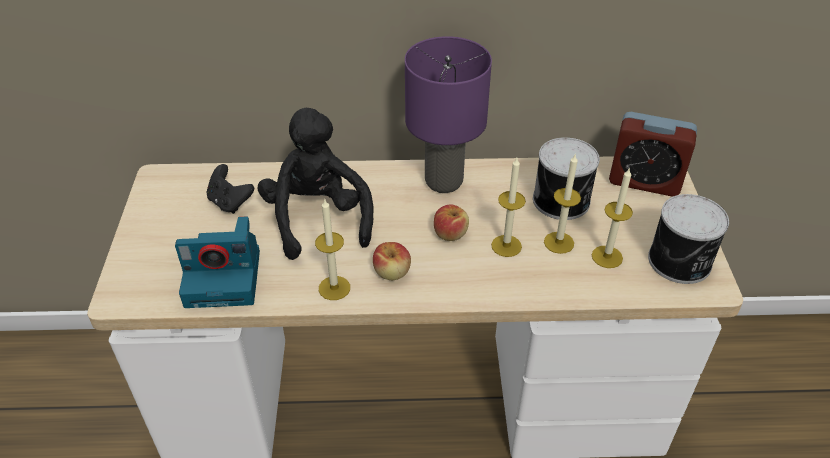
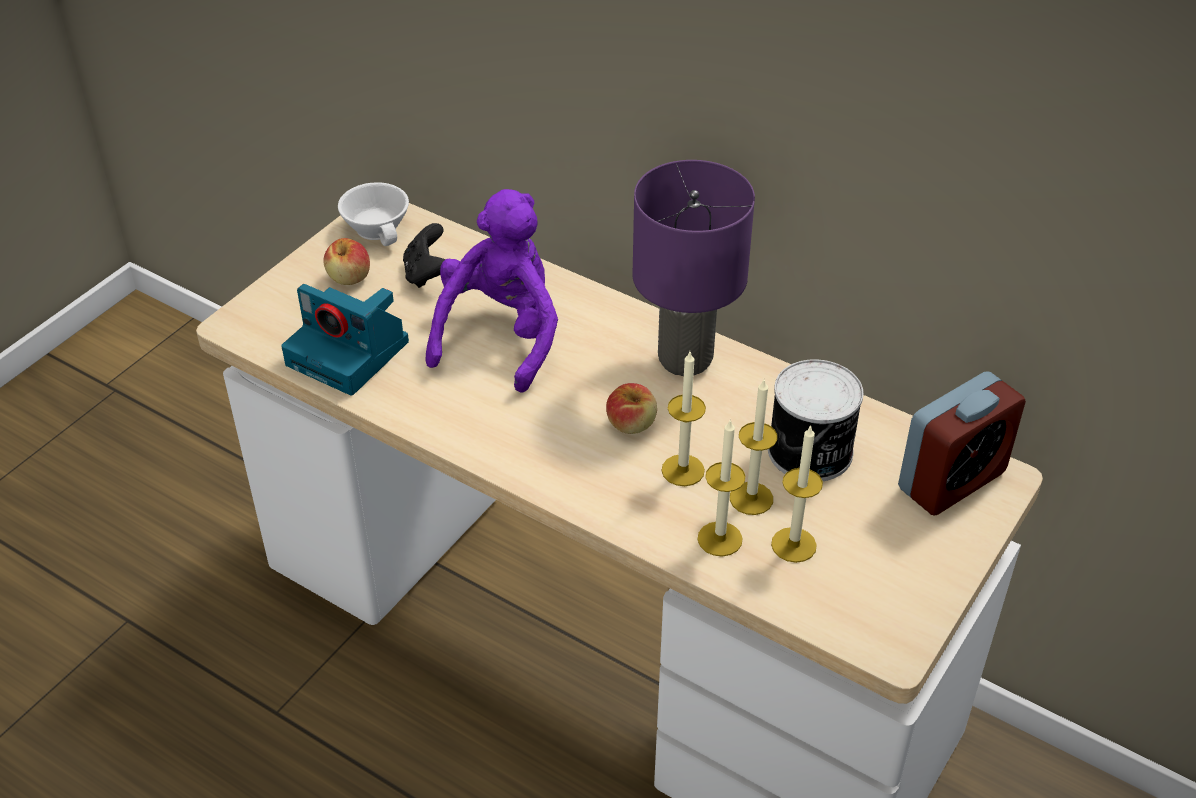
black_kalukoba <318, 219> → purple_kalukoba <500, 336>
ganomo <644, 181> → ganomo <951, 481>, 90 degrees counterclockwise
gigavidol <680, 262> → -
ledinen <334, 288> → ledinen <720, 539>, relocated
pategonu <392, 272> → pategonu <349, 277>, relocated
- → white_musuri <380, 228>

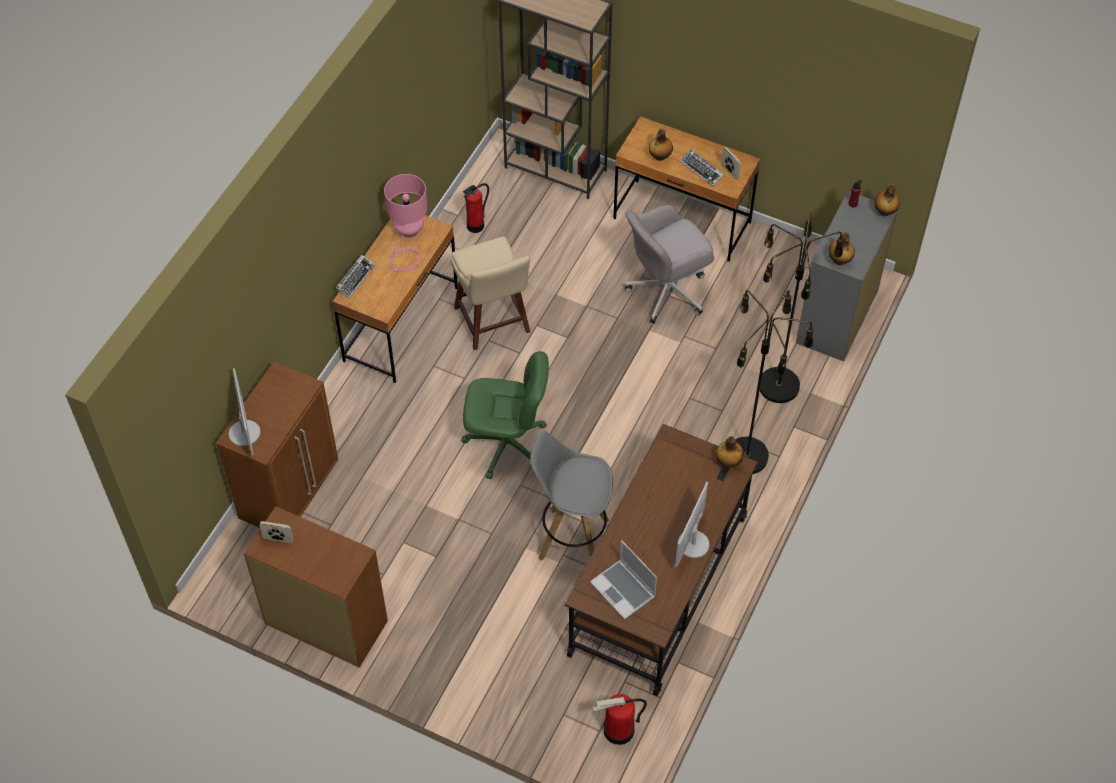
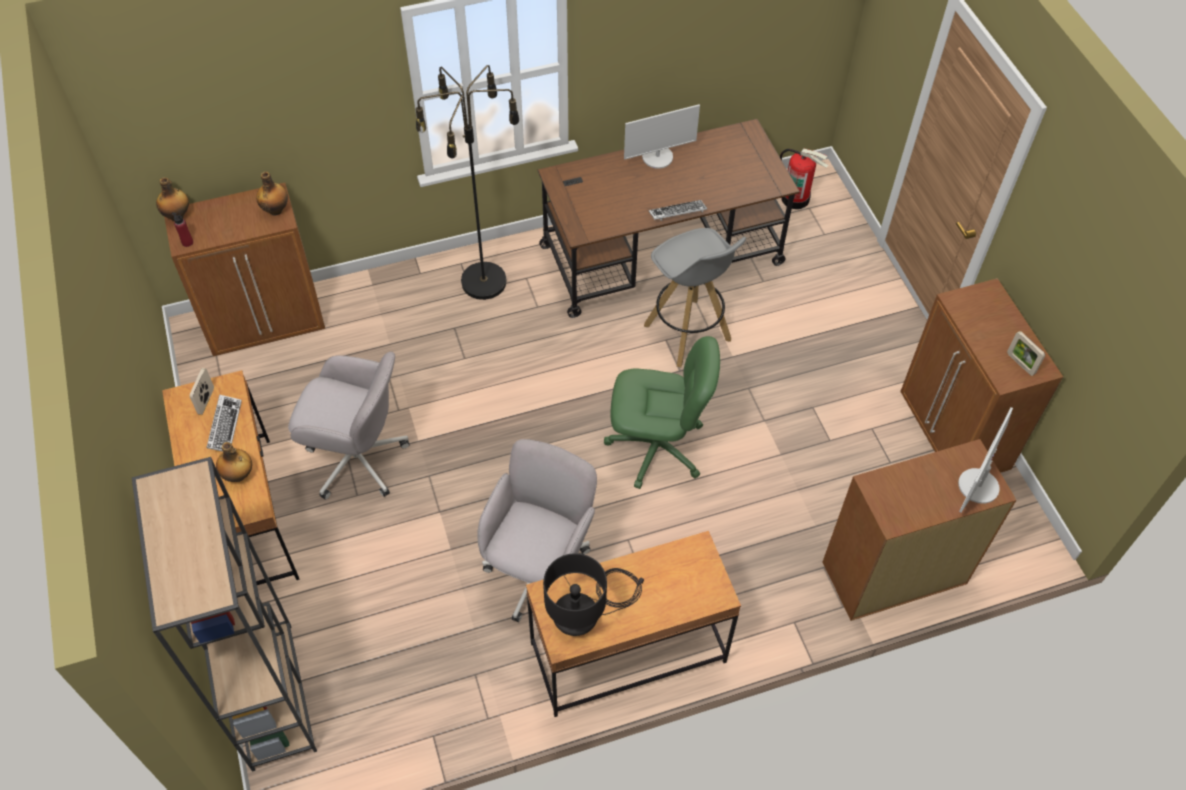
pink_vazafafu <407, 241> → black_vazafafu <592, 608>
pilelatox <475, 226> → -
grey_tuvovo <836, 317> → brown_tuvovo <265, 319>
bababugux <778, 385> → -
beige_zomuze <493, 322> → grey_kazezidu <540, 573>
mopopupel <355, 278> → mopopupel <677, 213>, relocated
green_kazezidu <507, 444> → green_kazezidu <657, 447>, 135 degrees clockwise
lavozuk <728, 462> → -
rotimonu <624, 590> → -

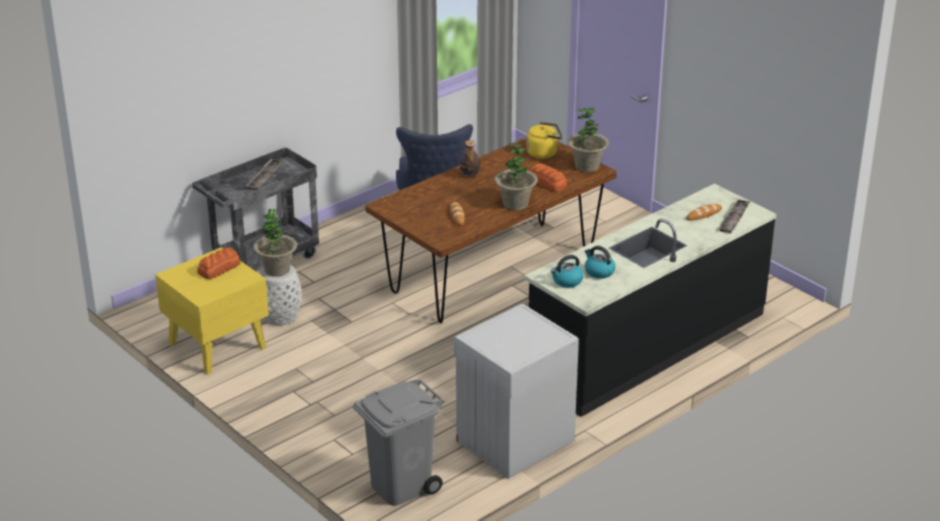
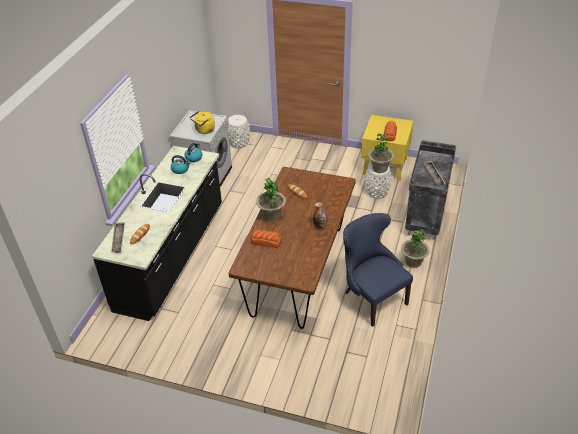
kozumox <587, 166> → kozumox <413, 262>, relocated
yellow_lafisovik <544, 153> → yellow_lafisovik <204, 130>, relocated
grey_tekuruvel <400, 485> → white_zomuze <239, 143>

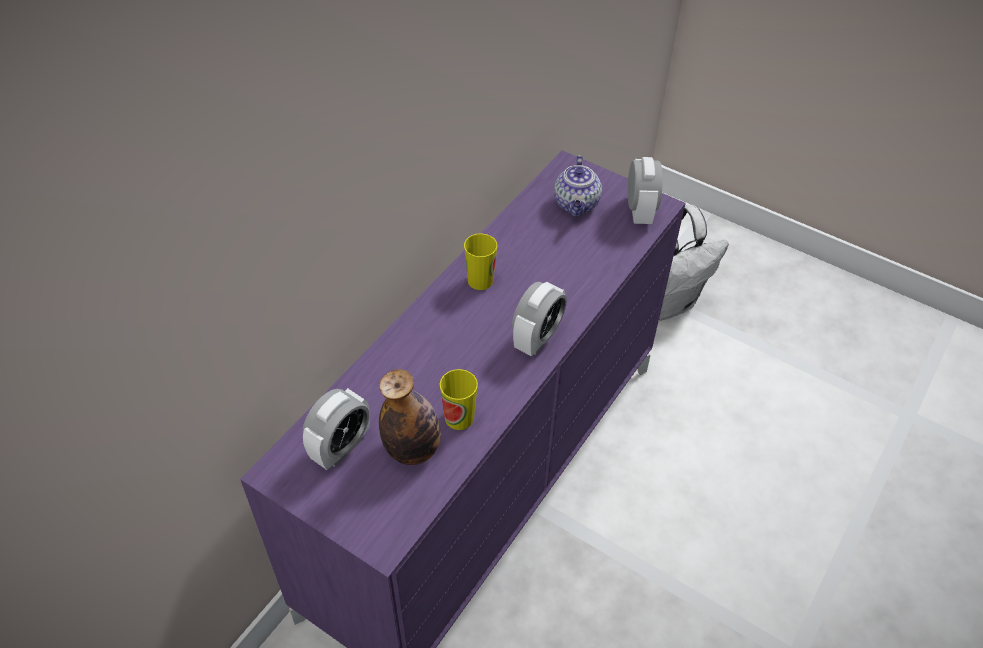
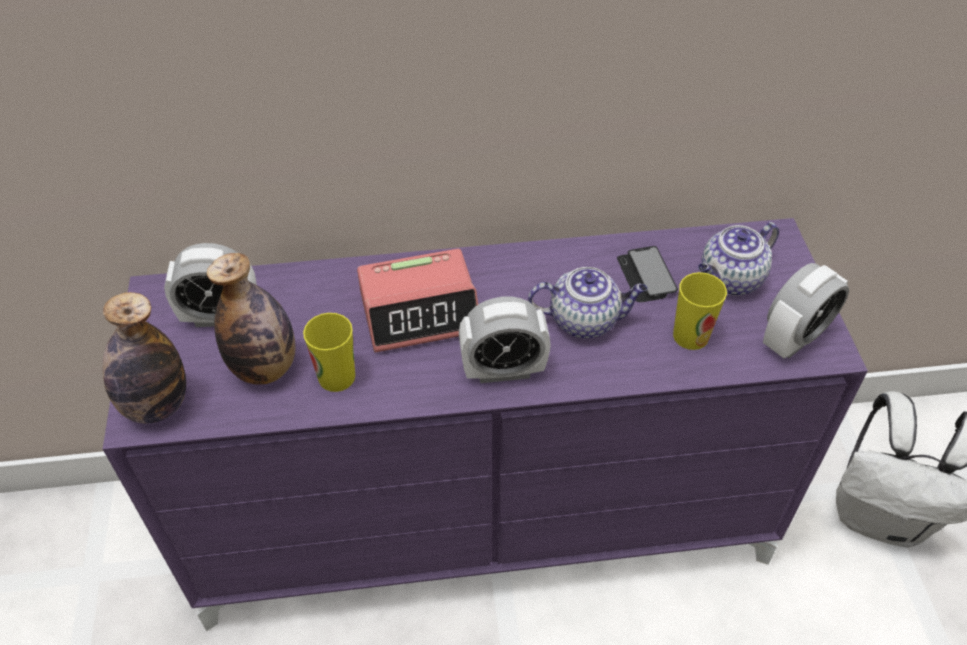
musuri <480, 280> → musuri <690, 336>, relocated
- → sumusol <646, 275>
- → ganomo <420, 311>
- → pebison <585, 320>
- → lavozuk <156, 405>

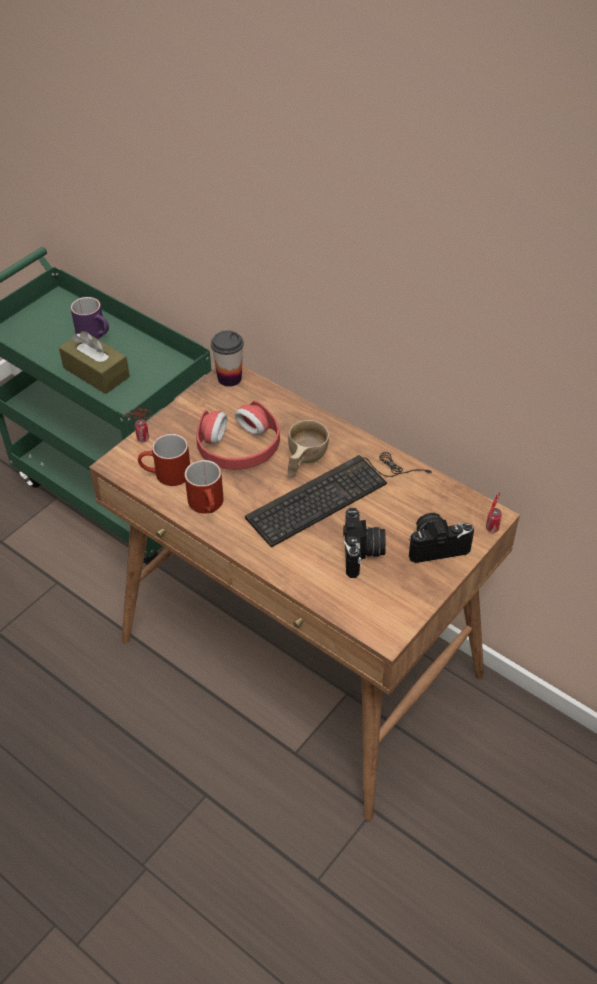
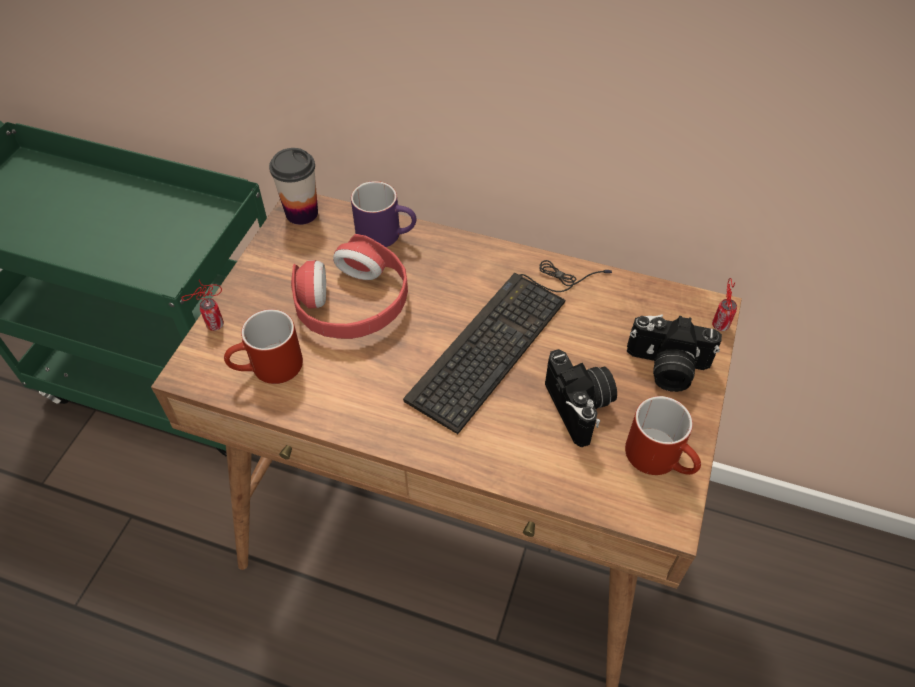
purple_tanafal <95, 333> → purple_tanafal <387, 234>, relocated
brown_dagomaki <96, 372> → -
beige_musuri <303, 461> → -
red_tanafal <209, 505> → red_tanafal <661, 458>, relocated
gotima <436, 545> → gotima <666, 368>, 135 degrees counterclockwise

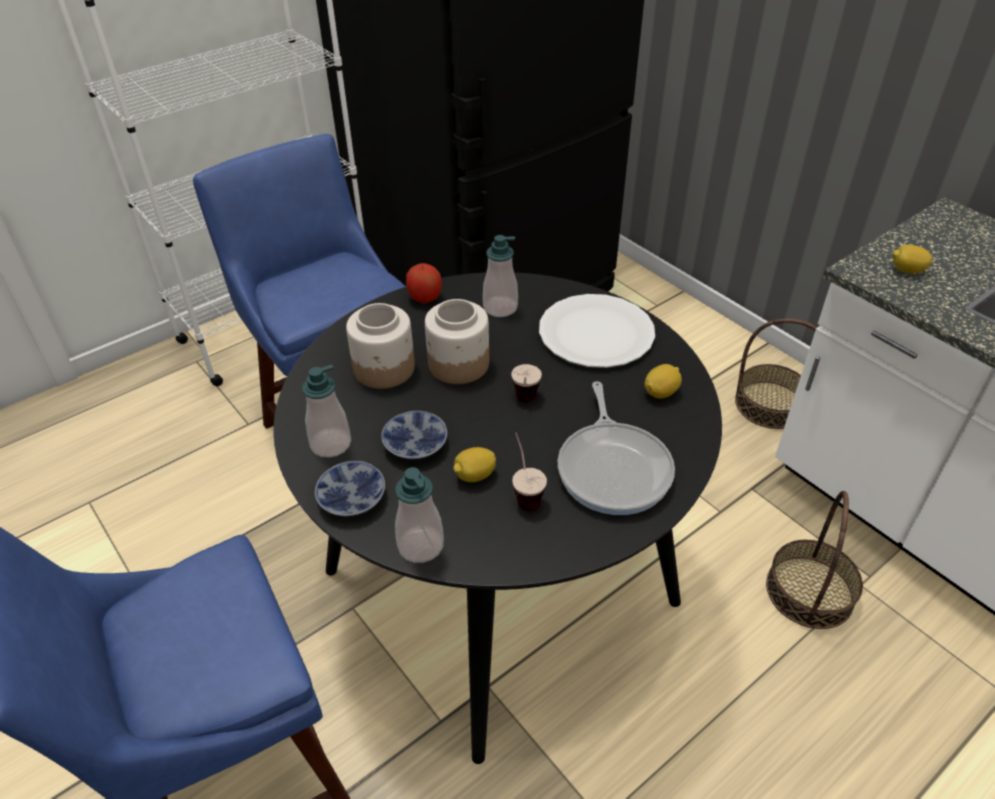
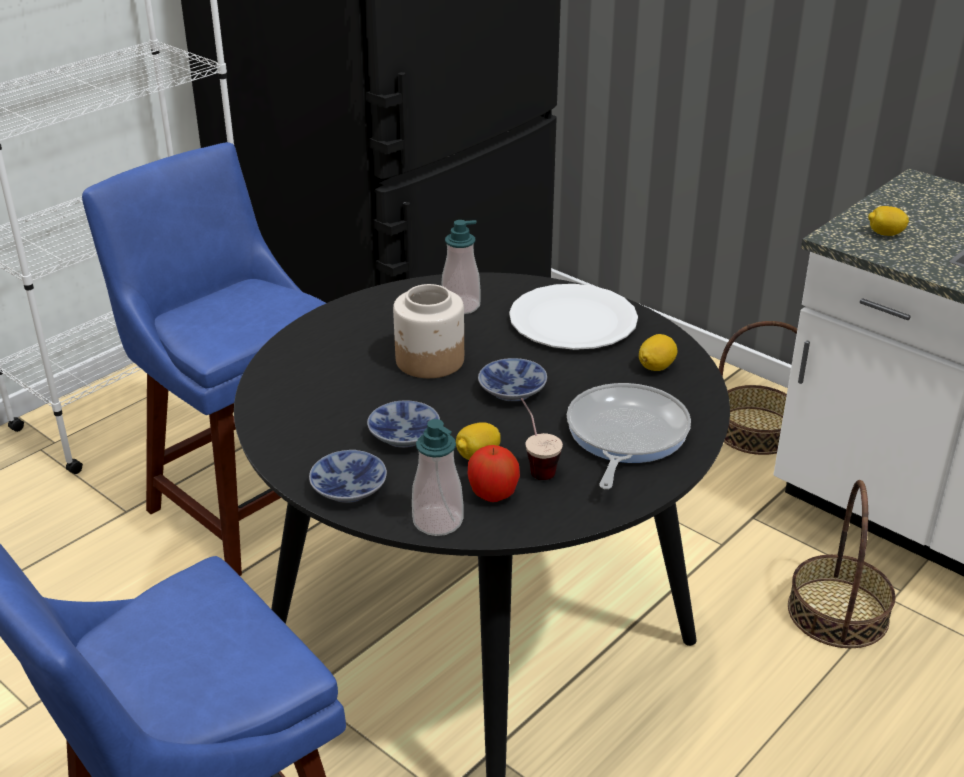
pategonu <425, 298> → pategonu <493, 494>, relocated
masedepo <384, 369> → -
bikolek <331, 444> → -
musuri <525, 404> → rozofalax <514, 389>
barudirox <614, 468> → barudirox <624, 436>, 150 degrees counterclockwise

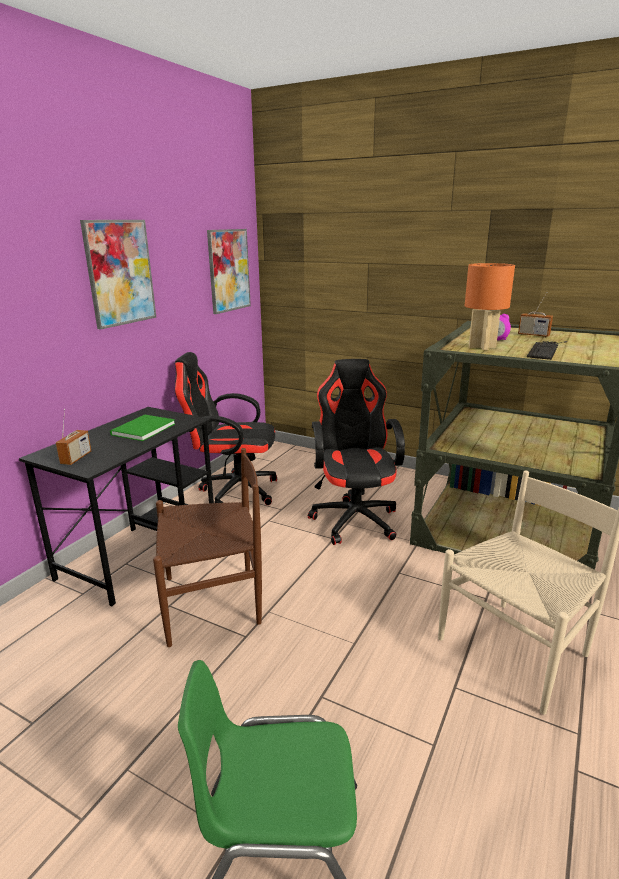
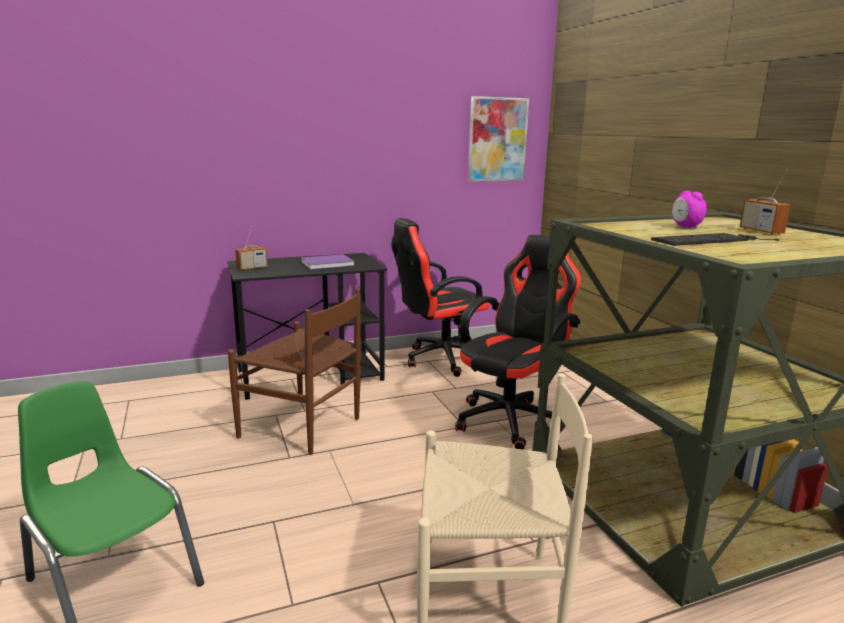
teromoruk <120, 273> → -
orange_vazafafu <481, 347> → -
black_kazezidu <233, 490> → black_kazezidu <438, 360>, 75 degrees counterclockwise
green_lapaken <141, 429> → purple_lapaken <325, 263>

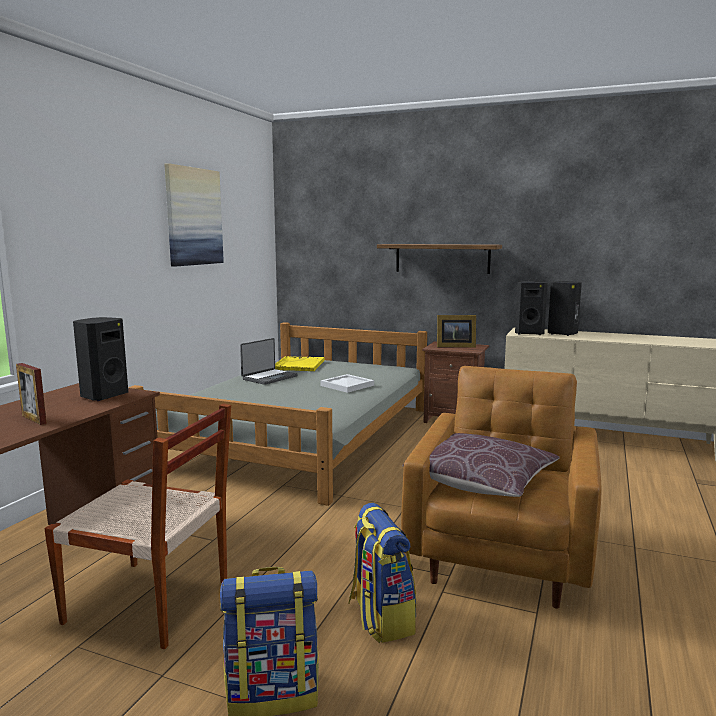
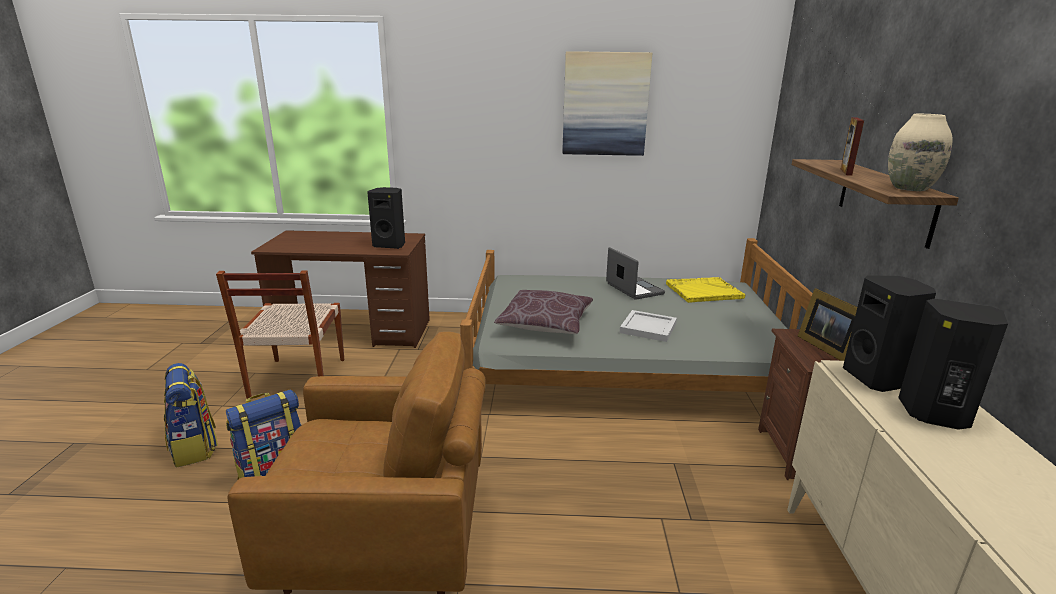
rotimonu <269, 377> → rotimonu <633, 289>, 135 degrees counterclockwise
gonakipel <34, 419> → gonakipel <846, 172>, relocated
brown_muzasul <481, 481> → brown_muzasul <545, 324>, relocated
- → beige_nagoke <909, 188>

